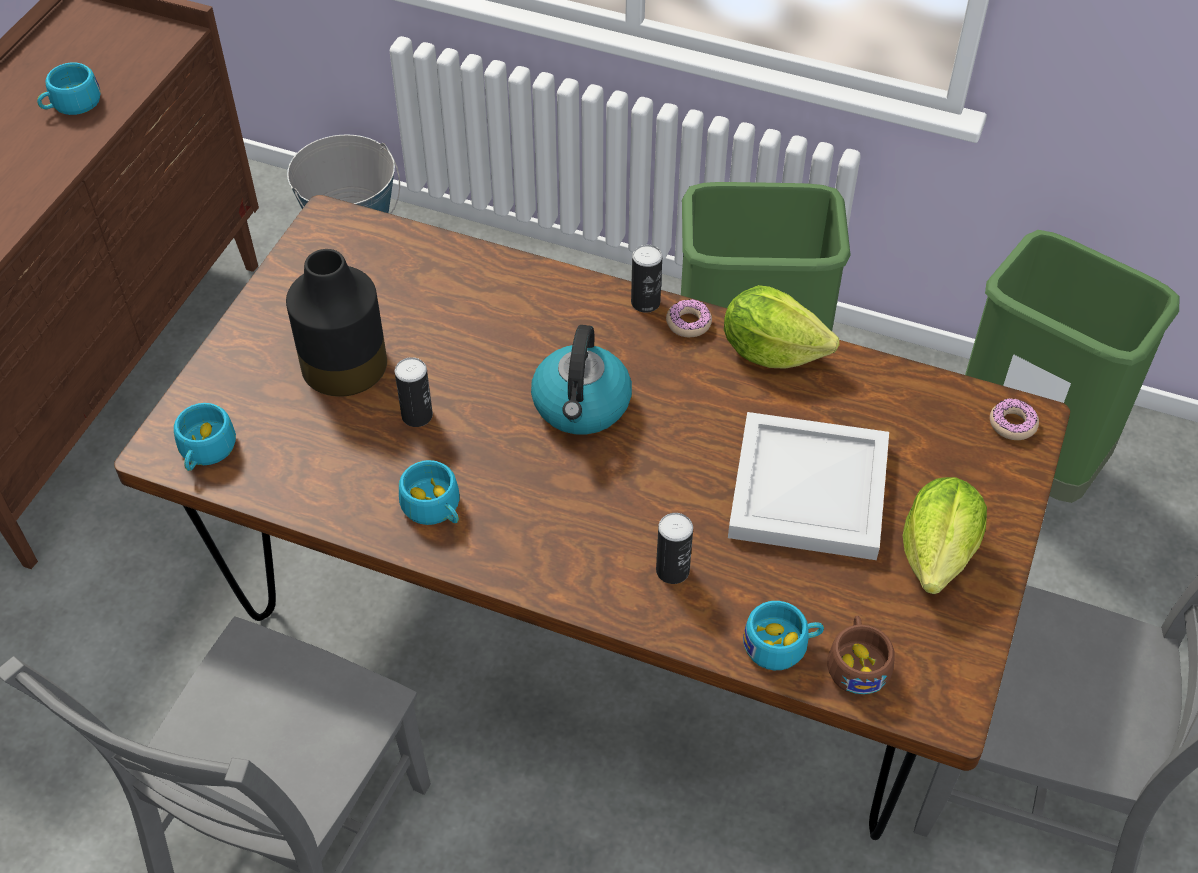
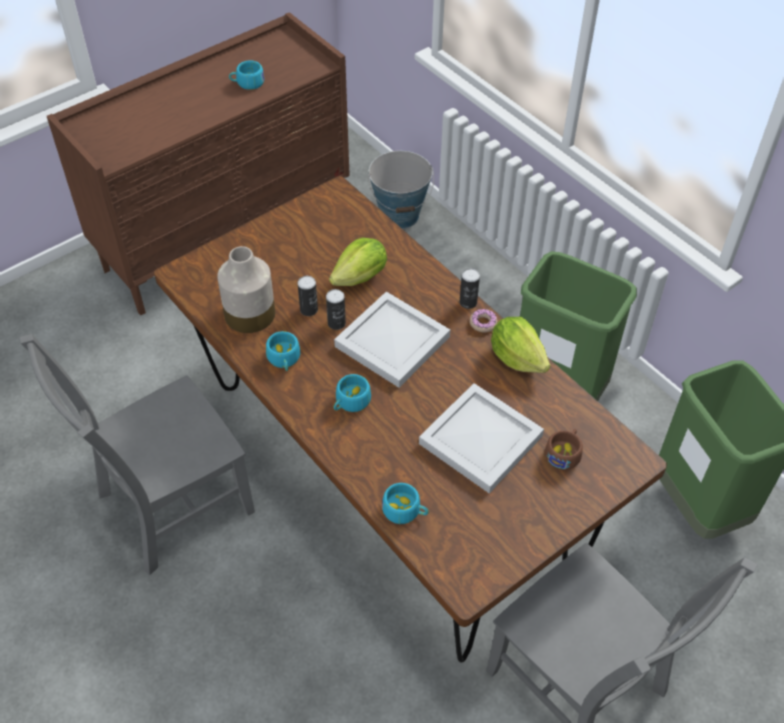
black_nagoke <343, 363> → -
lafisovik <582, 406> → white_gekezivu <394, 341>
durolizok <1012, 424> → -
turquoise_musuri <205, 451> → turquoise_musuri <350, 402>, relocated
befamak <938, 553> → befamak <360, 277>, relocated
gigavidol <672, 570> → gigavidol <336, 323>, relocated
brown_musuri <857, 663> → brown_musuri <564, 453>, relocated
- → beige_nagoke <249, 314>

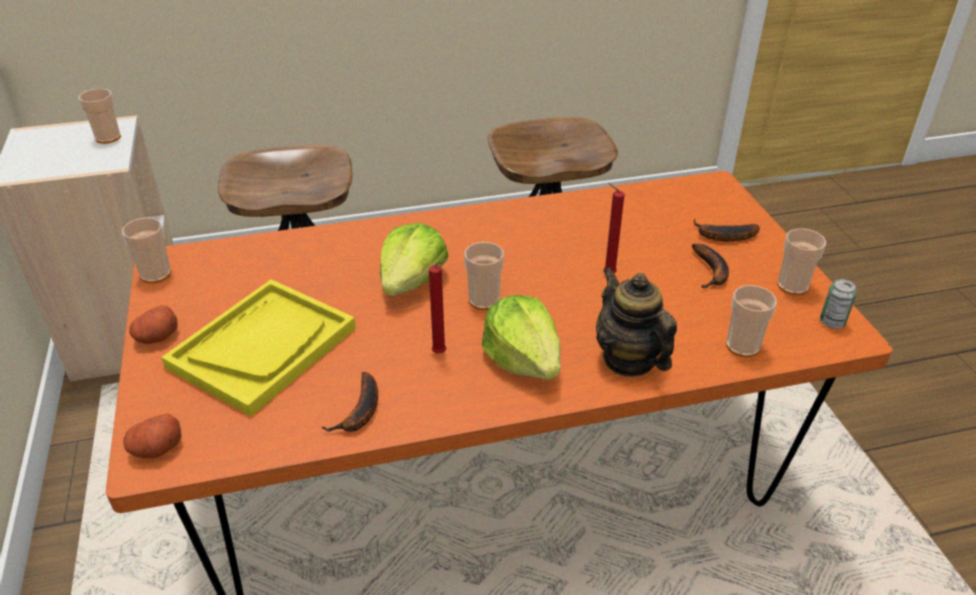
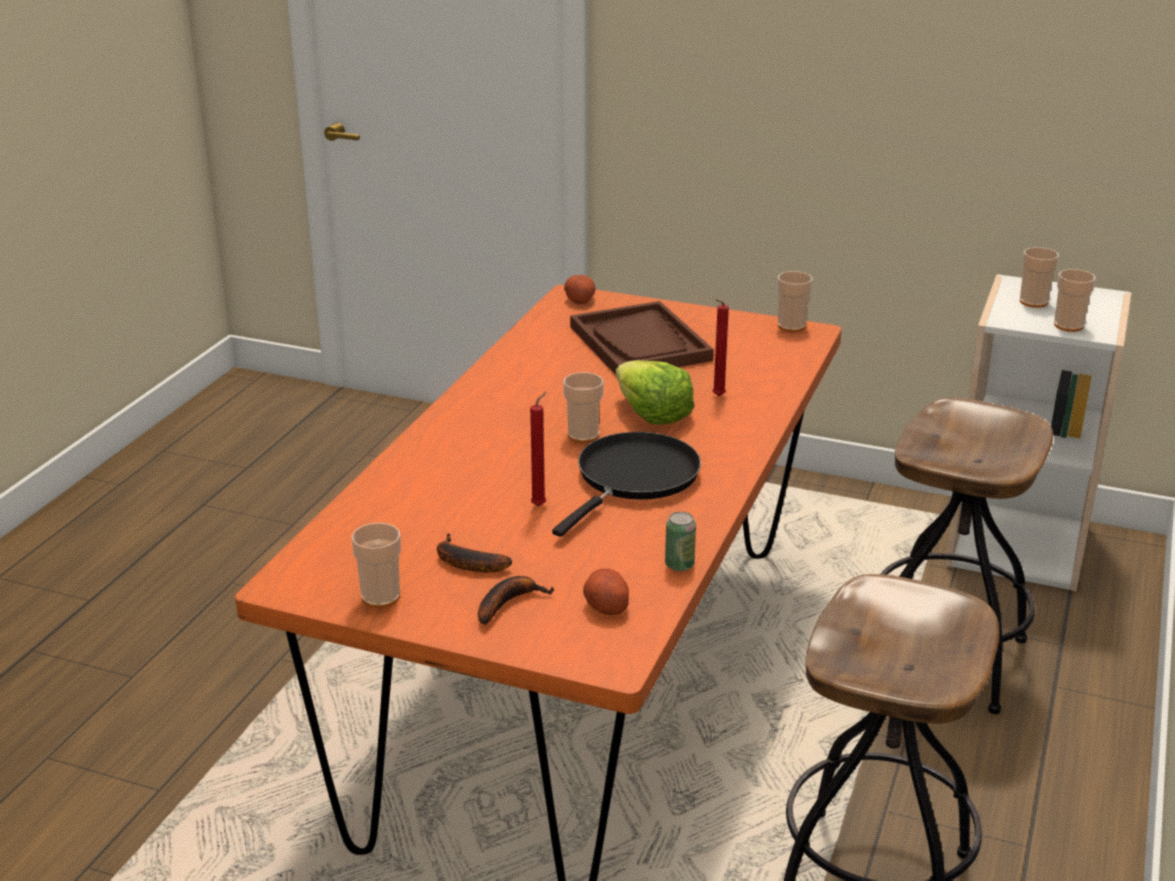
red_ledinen <441, 354> → red_ledinen <717, 396>, relocated
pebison <629, 359> → -
yellow_gekezivu <263, 347> → brown_gekezivu <640, 343>
gigavidol <832, 322> → gigavidol <679, 565>, relocated
musuri <742, 346> → musuri <1033, 302>, relocated
befamak <523, 359> → -
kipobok <157, 337> → kipobok <605, 604>, relocated
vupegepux <360, 412> → -
- → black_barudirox <634, 479>

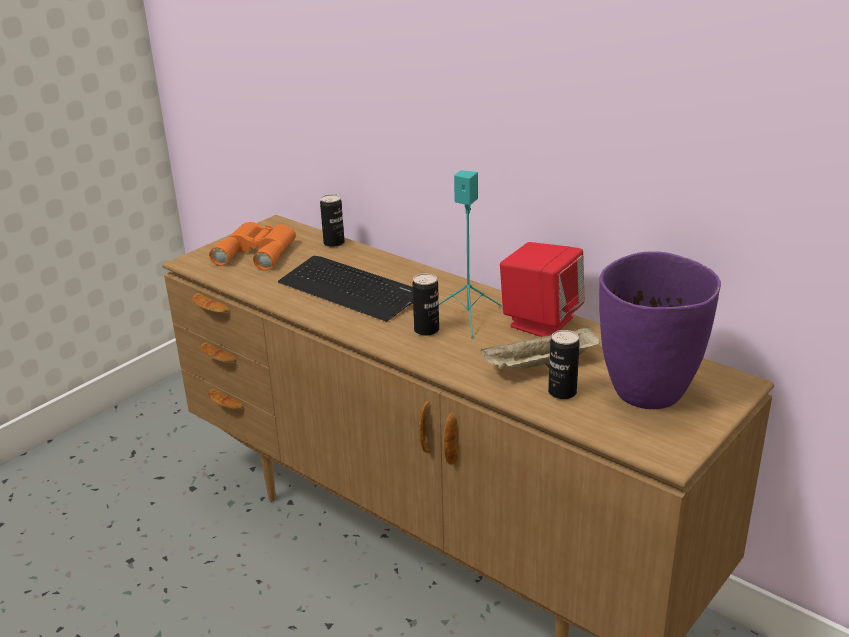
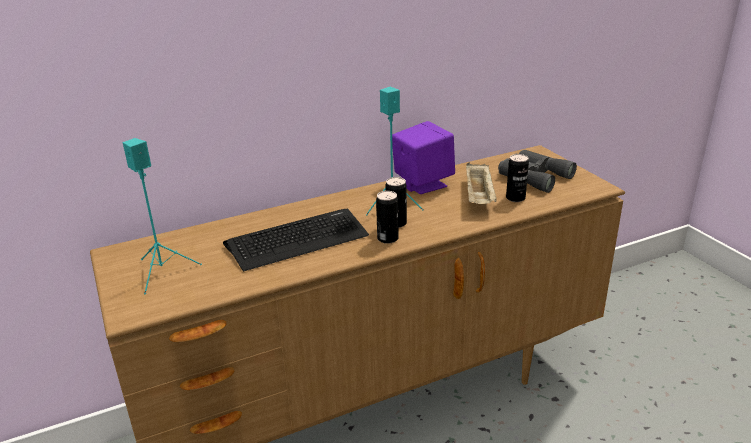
gigavidol <334, 243> → gigavidol <387, 238>, relocated
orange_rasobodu <258, 252> → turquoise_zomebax <163, 271>
red_zomebax <540, 322> → purple_zomebax <422, 184>
purple_nagoke <648, 393> → grey_rasobodu <532, 175>

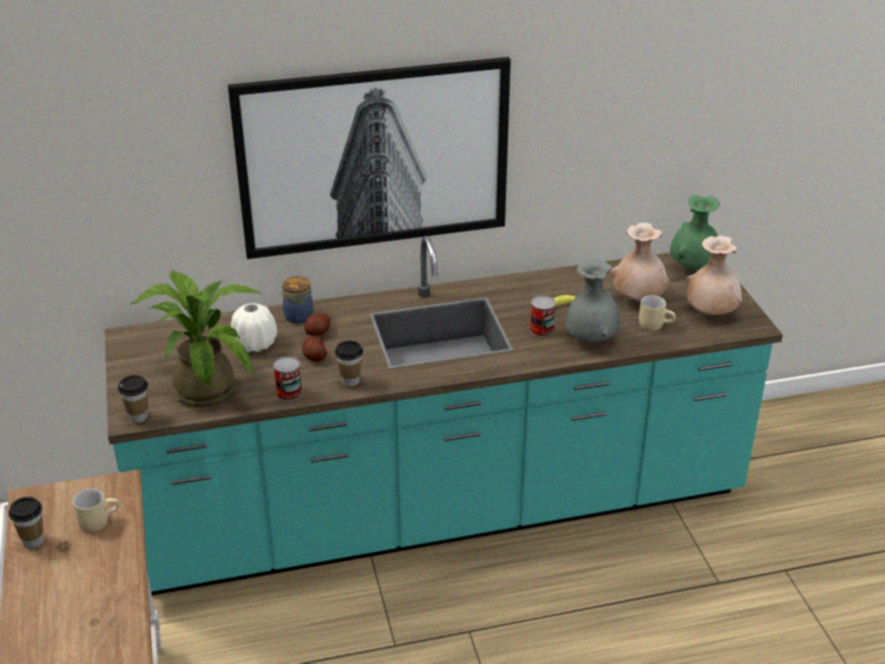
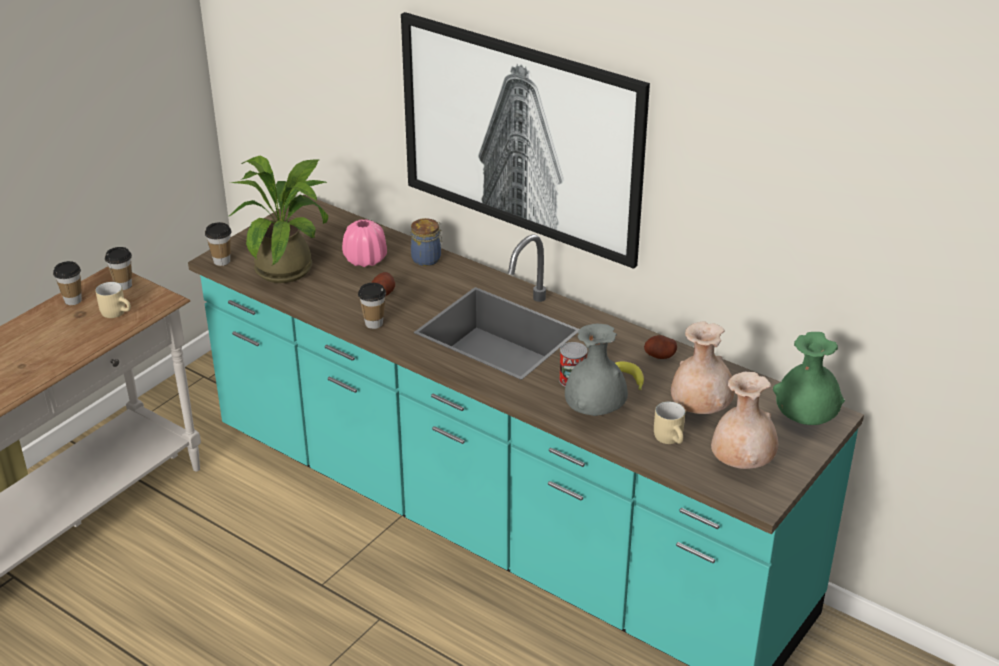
white_nagoke <255, 344> → pink_nagoke <365, 260>
kipobok <318, 332> → kipobok <660, 356>, relocated
gigavidol <289, 393> → -
- → musuri <123, 285>

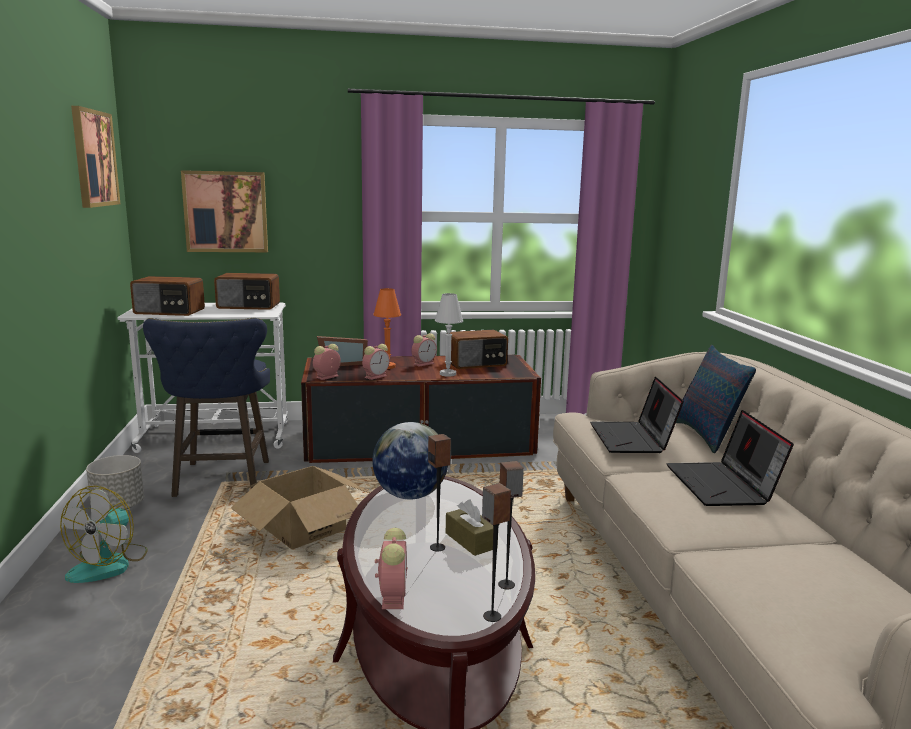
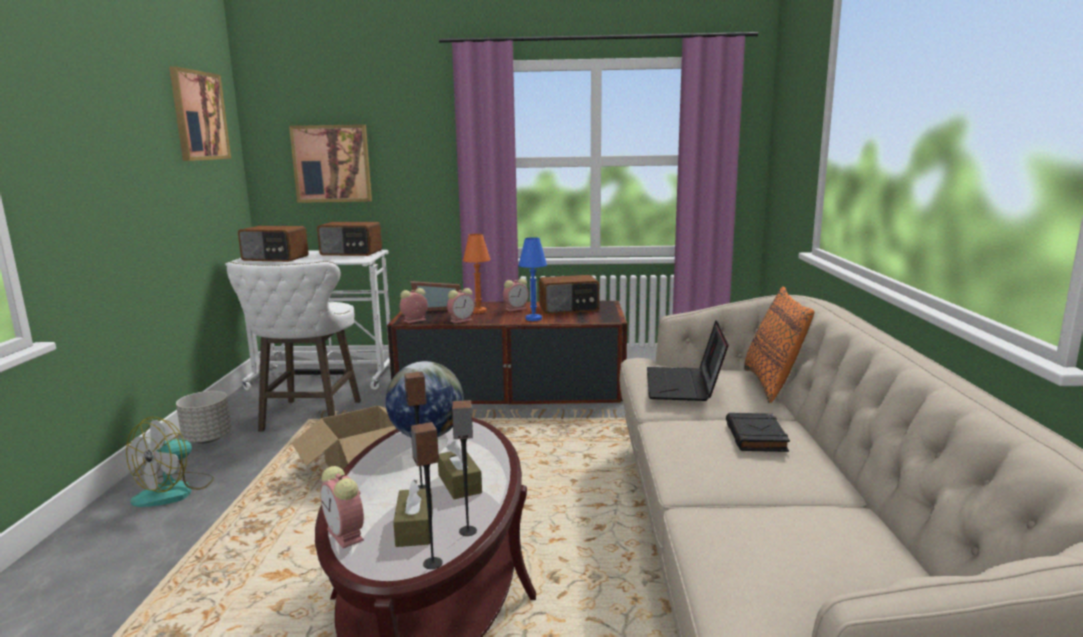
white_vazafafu <448, 374> → blue_vazafafu <533, 319>
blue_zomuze <221, 480> → white_zomuze <309, 417>
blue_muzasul <706, 437> → orange_muzasul <771, 385>
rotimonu <723, 486> → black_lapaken <756, 437>
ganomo <393, 596> → ganomo <346, 535>, 135 degrees clockwise
- → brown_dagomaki <414, 528>

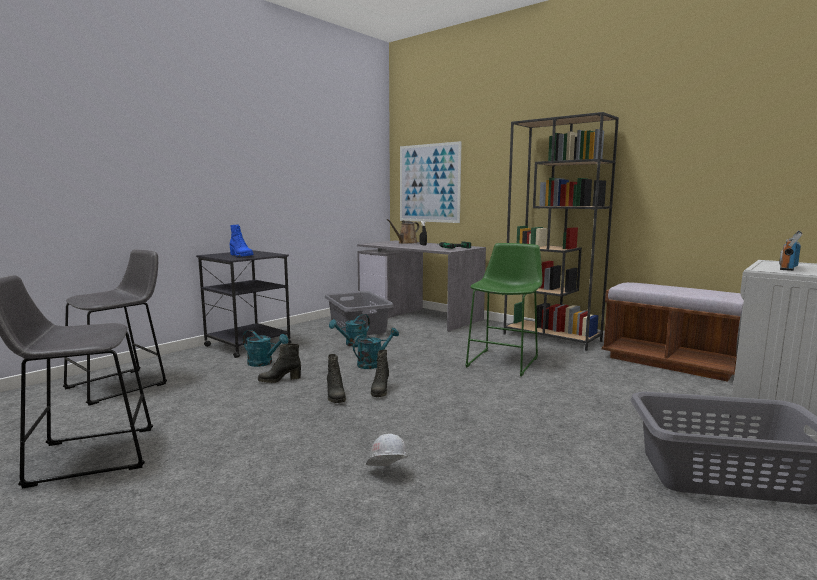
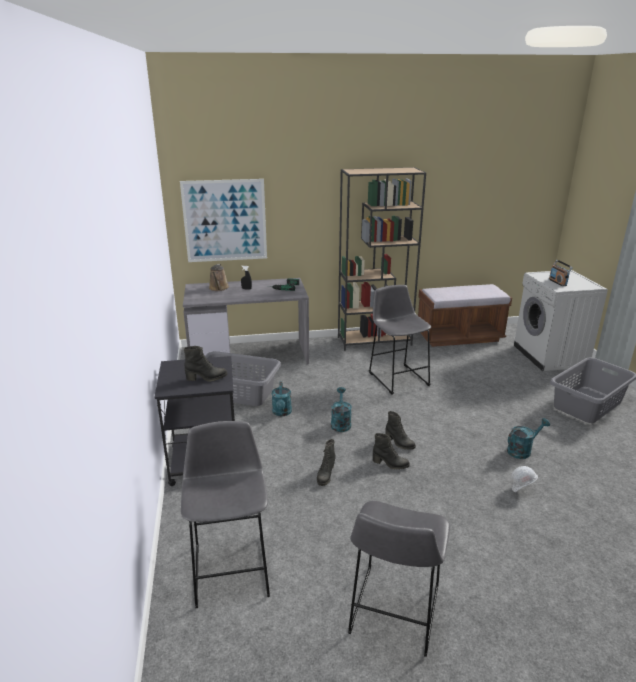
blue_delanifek <241, 256> → black_delanifek <206, 378>
green_zomuze <504, 361> → grey_zomuze <397, 377>
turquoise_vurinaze <264, 363> → turquoise_vurinaze <522, 450>, relocated

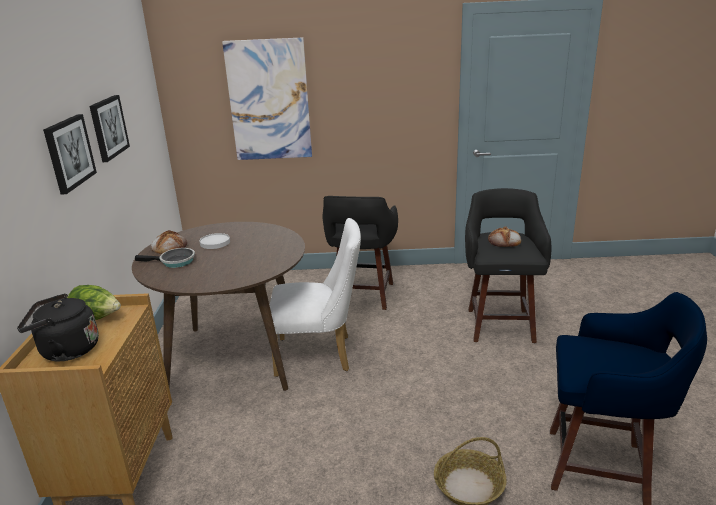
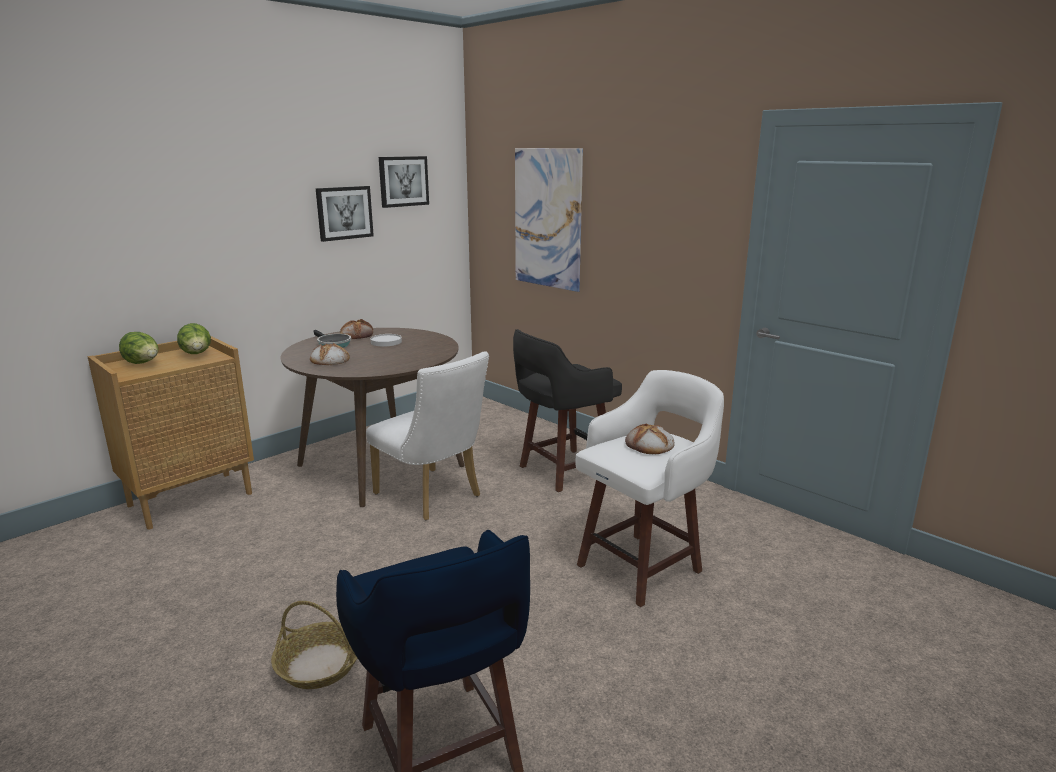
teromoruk <69, 153> → teromoruk <403, 181>, relocated
black_zomuze <500, 323> → white_zomuze <643, 567>
black_lafisovik <66, 351> → befamak <143, 364>
- → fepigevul <329, 360>

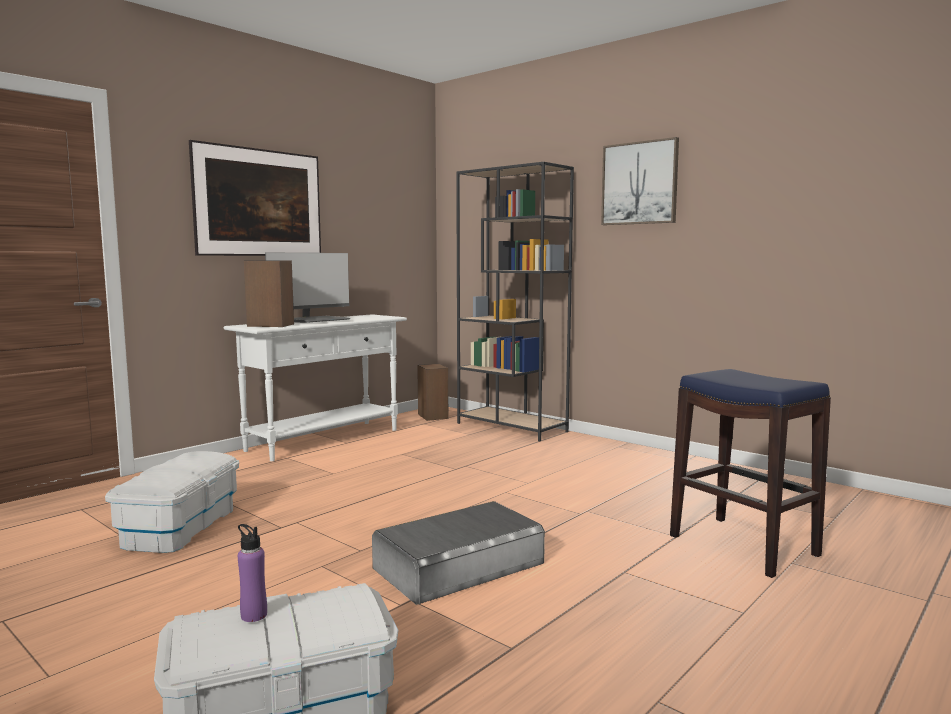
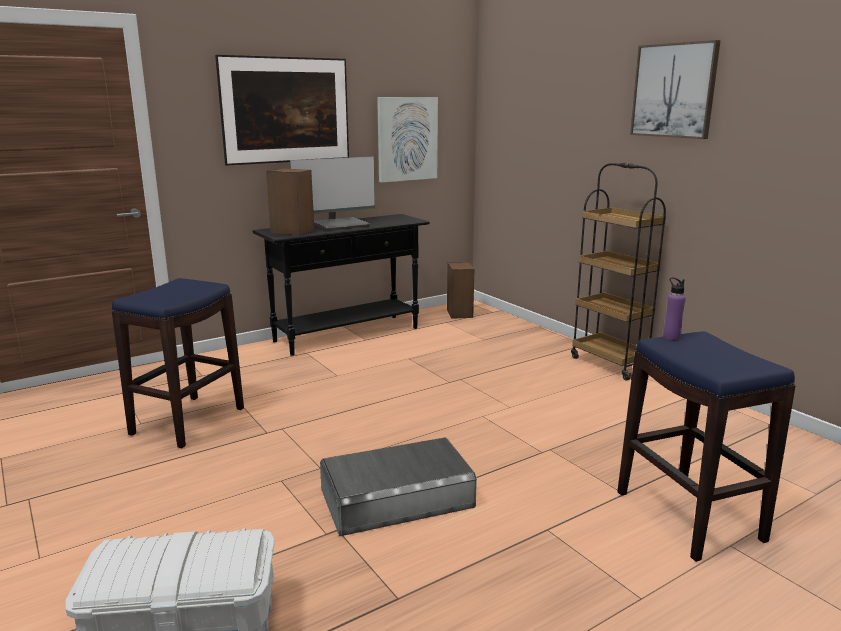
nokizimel <512, 427> → -
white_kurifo <325, 440> → black_kurifo <348, 335>
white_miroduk <180, 527> → zomuze <188, 421>
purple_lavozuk <254, 615> → purple_lavozuk <671, 337>, relocated
- → teromoruk <407, 139>
- → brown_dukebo <610, 364>

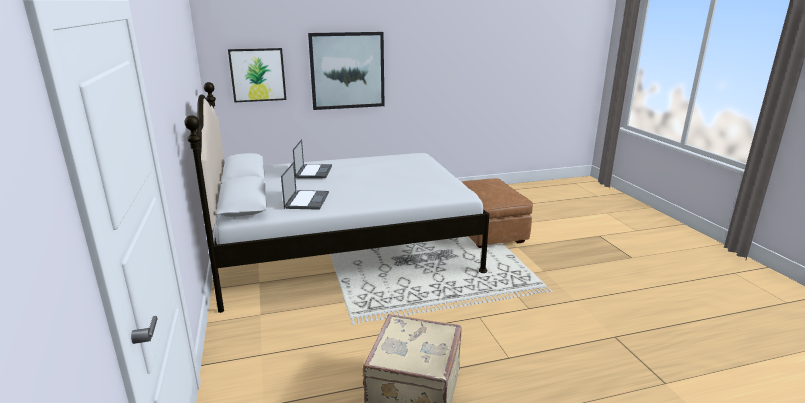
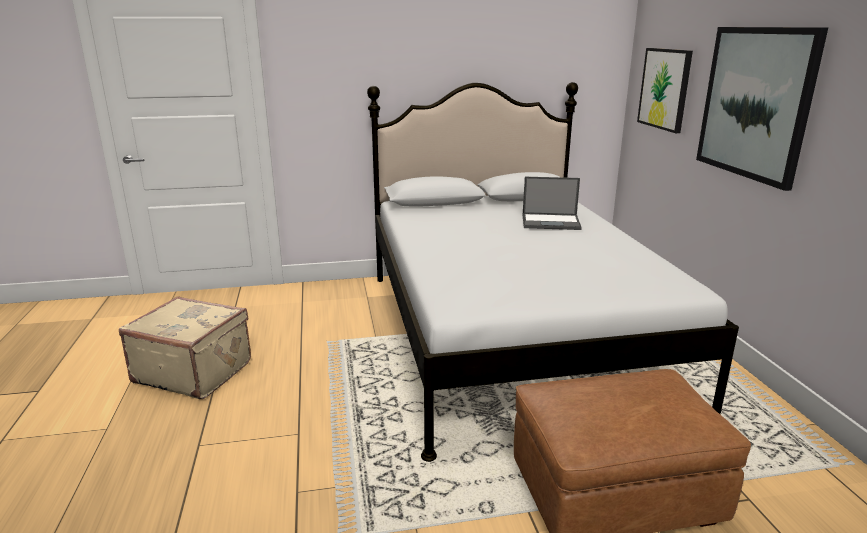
rotimonu <307, 200> → -

